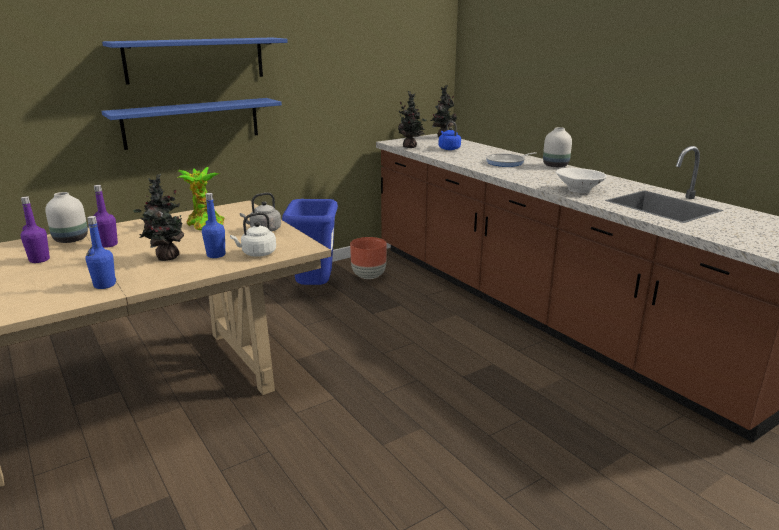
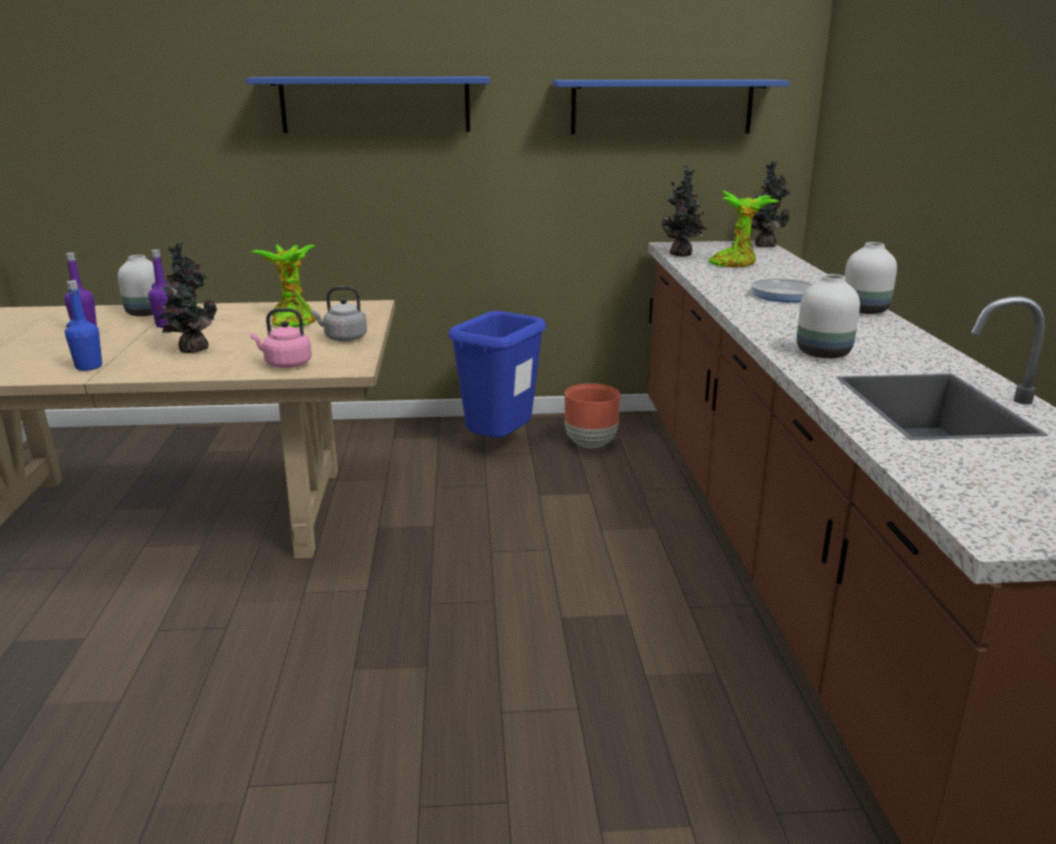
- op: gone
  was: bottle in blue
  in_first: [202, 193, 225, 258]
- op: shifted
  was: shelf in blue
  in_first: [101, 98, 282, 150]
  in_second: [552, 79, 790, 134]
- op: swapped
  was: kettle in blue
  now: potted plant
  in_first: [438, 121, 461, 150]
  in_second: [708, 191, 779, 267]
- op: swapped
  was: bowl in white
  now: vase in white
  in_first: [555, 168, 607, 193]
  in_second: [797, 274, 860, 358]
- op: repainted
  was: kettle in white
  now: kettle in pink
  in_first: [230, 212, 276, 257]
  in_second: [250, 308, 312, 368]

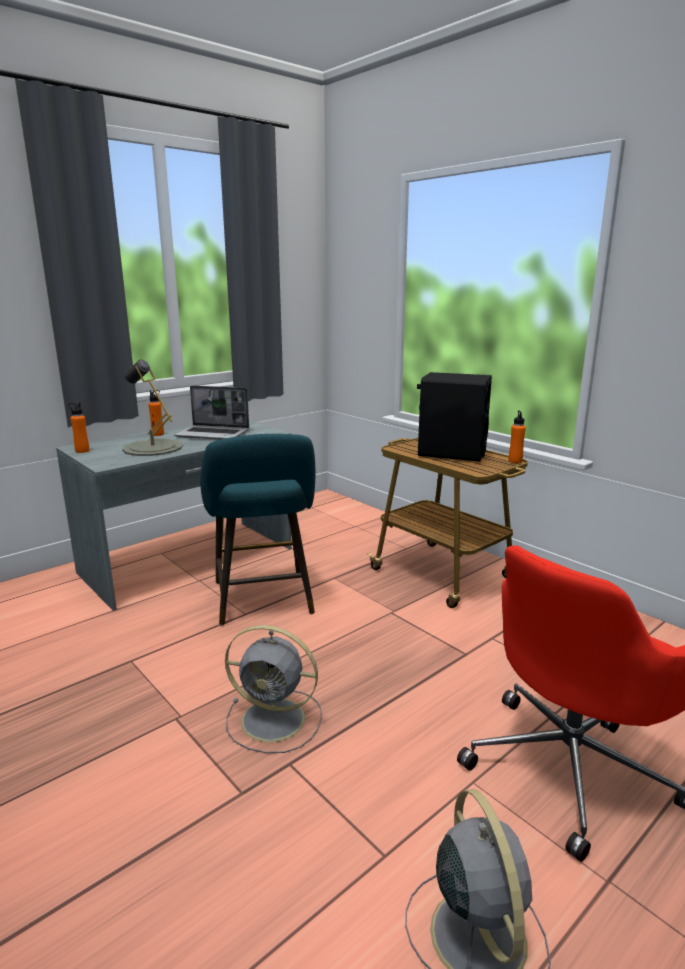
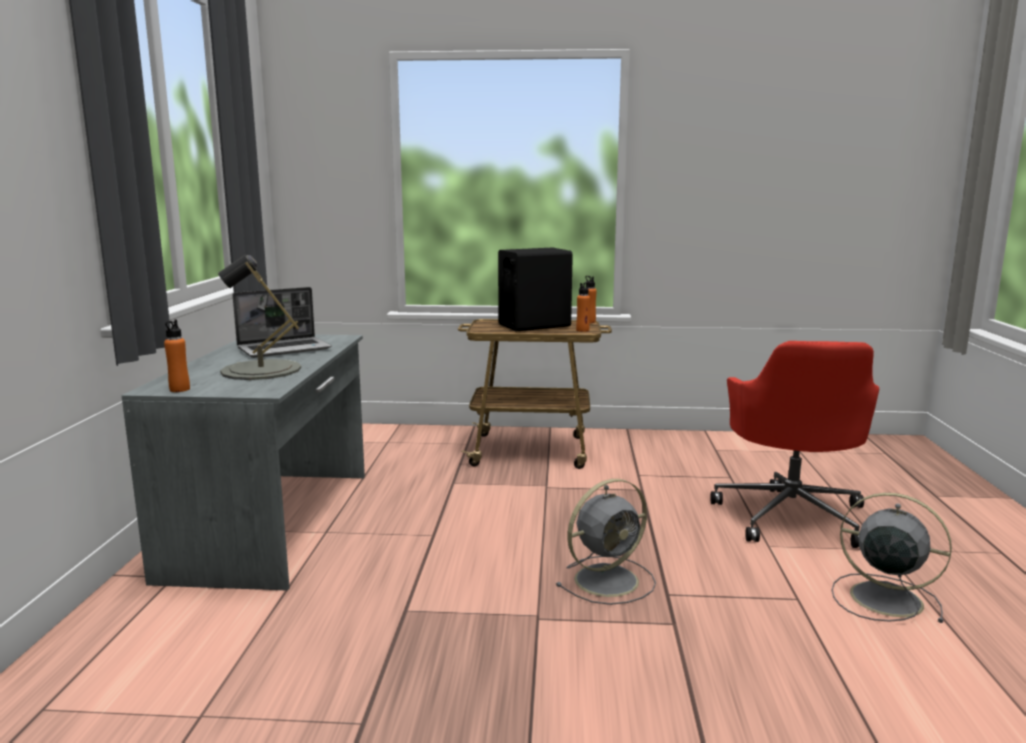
- op: gone
  was: stool in turquoise
  in_first: [200, 434, 316, 625]
- op: shifted
  was: bottle in orange
  in_first: [148, 390, 164, 436]
  in_second: [576, 282, 590, 332]

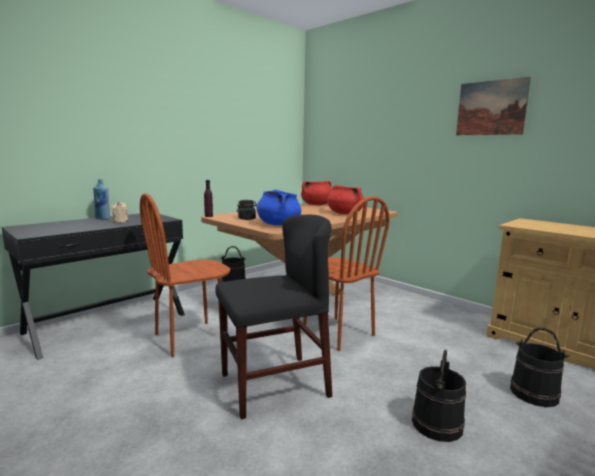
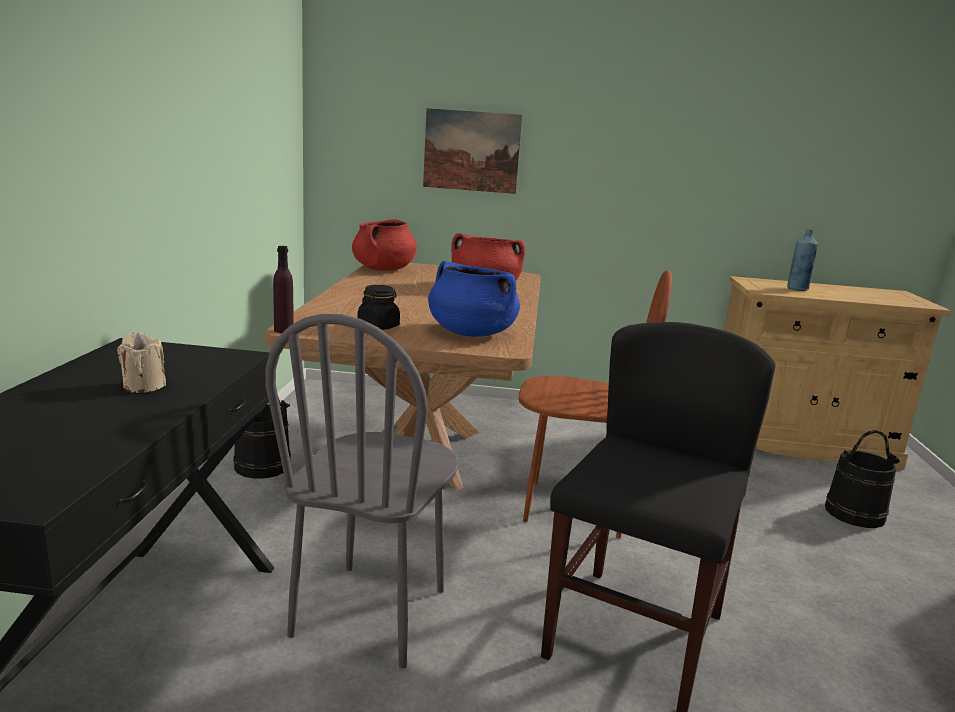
- op: gone
  was: bucket in black
  in_first: [412, 350, 466, 442]
- op: shifted
  was: bottle in blue
  in_first: [93, 179, 110, 220]
  in_second: [787, 230, 818, 291]
- op: shifted
  was: picture
  in_first: [456, 77, 531, 135]
  in_second: [423, 108, 522, 194]
- op: repainted
  was: chair in brown
  now: chair in grey
  in_first: [140, 193, 230, 357]
  in_second: [265, 314, 458, 669]

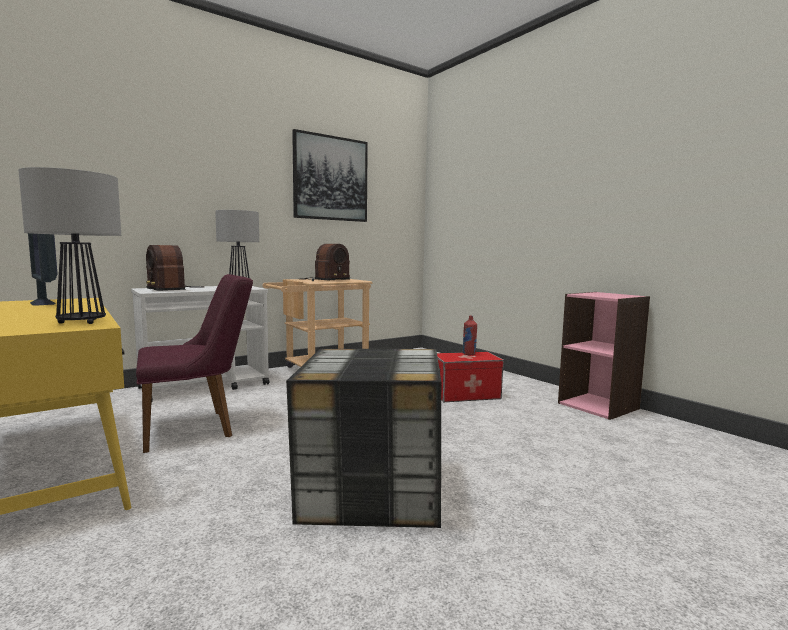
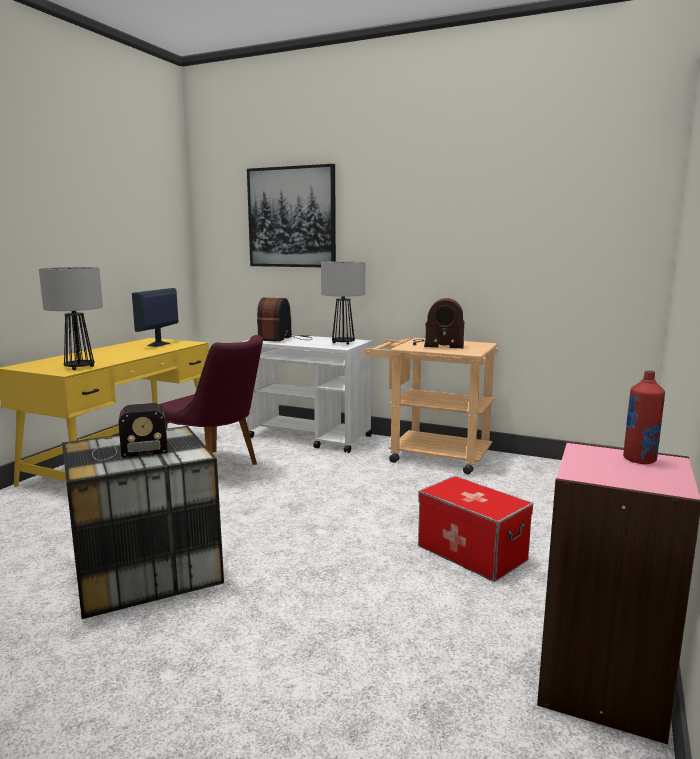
- op: new
  now: radio
  in_second: [92, 403, 168, 461]
- op: shifted
  was: picture
  in_first: [292, 129, 368, 222]
  in_second: [247, 164, 336, 267]
- op: shifted
  was: bottle in red
  in_first: [462, 316, 477, 356]
  in_second: [623, 371, 665, 464]

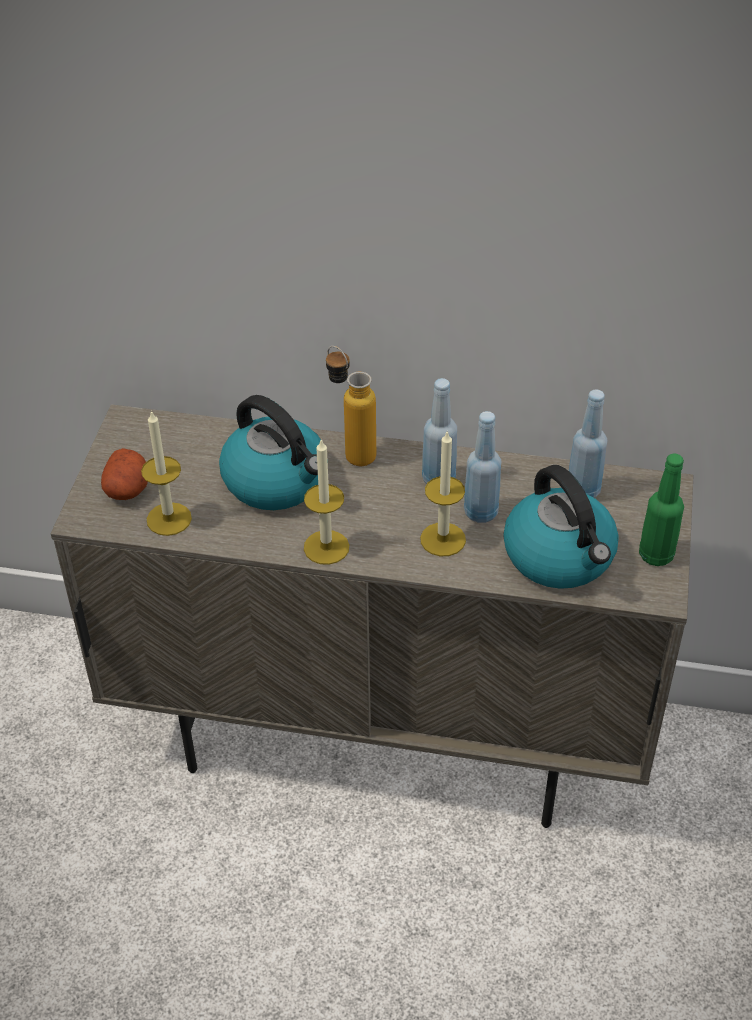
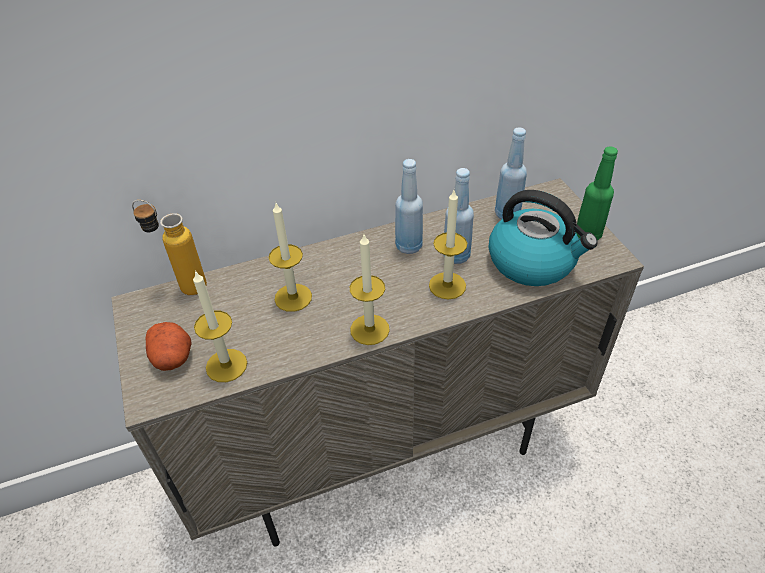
- op: shifted
  was: bottle
  in_first: [326, 346, 376, 466]
  in_second: [132, 200, 207, 295]
- op: swapped
  was: kettle
  now: candle
  in_first: [219, 395, 328, 510]
  in_second: [269, 201, 312, 312]

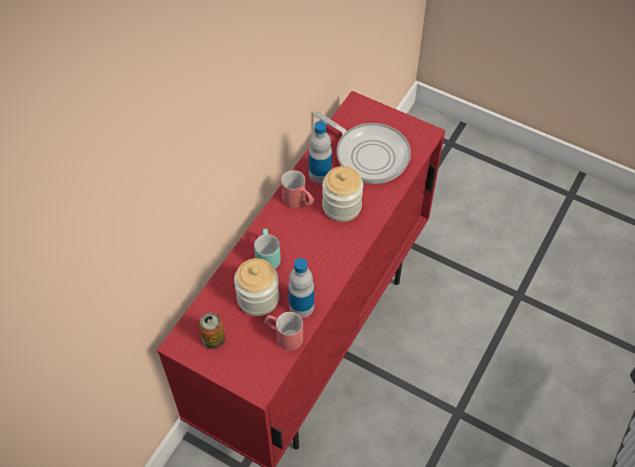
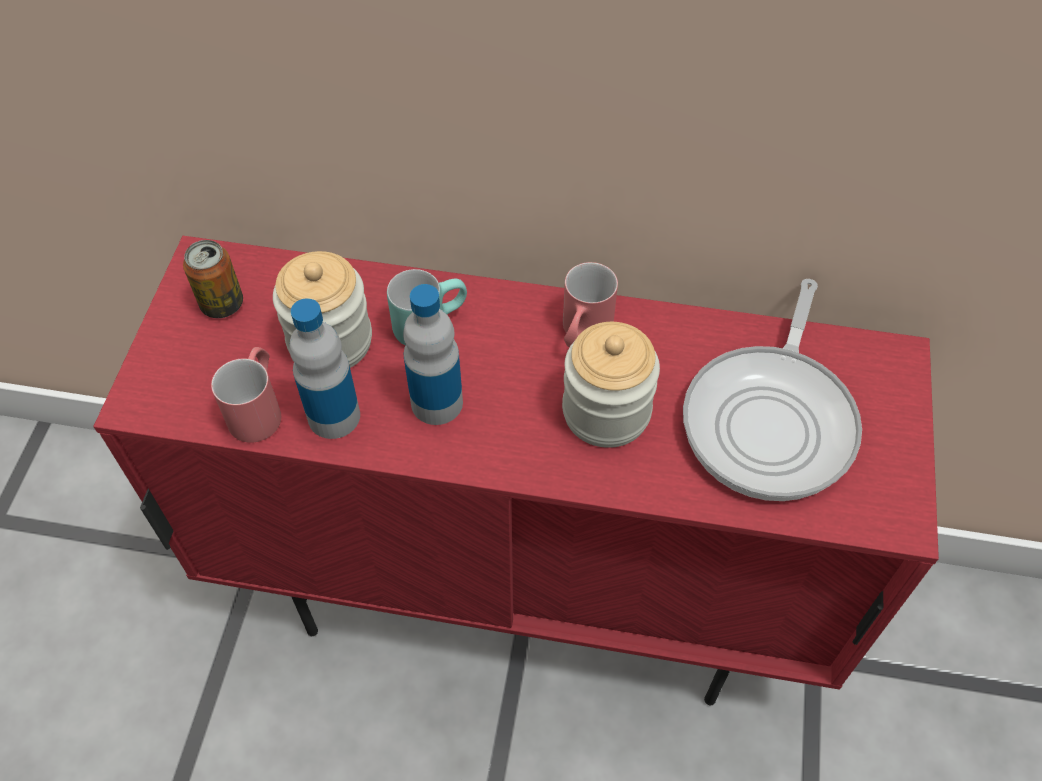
- op: shifted
  was: bottle
  in_first: [309, 121, 332, 183]
  in_second: [403, 284, 463, 425]

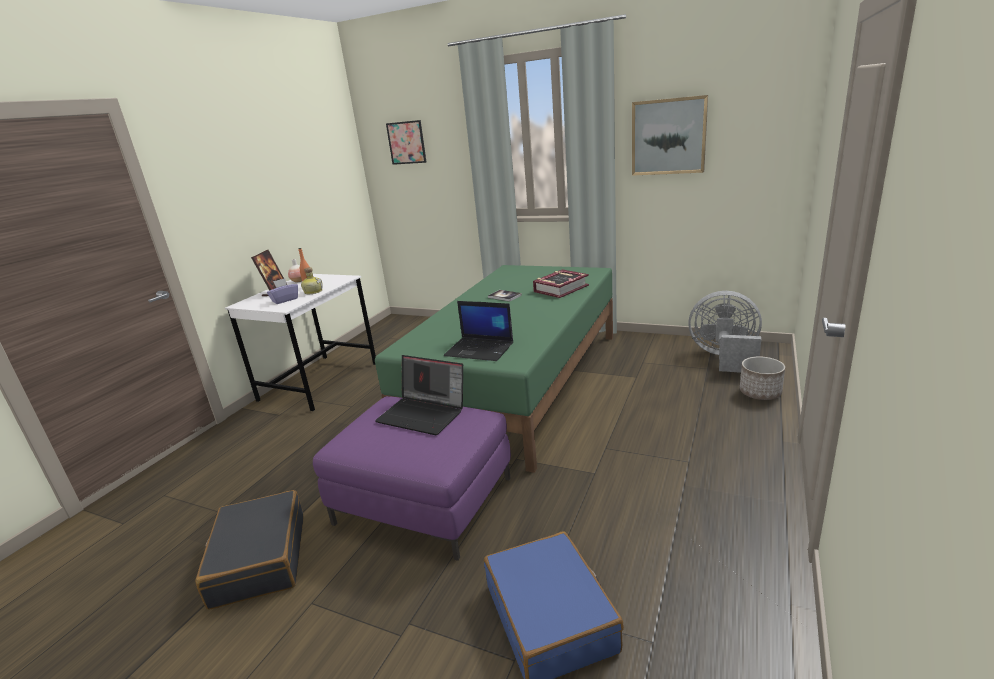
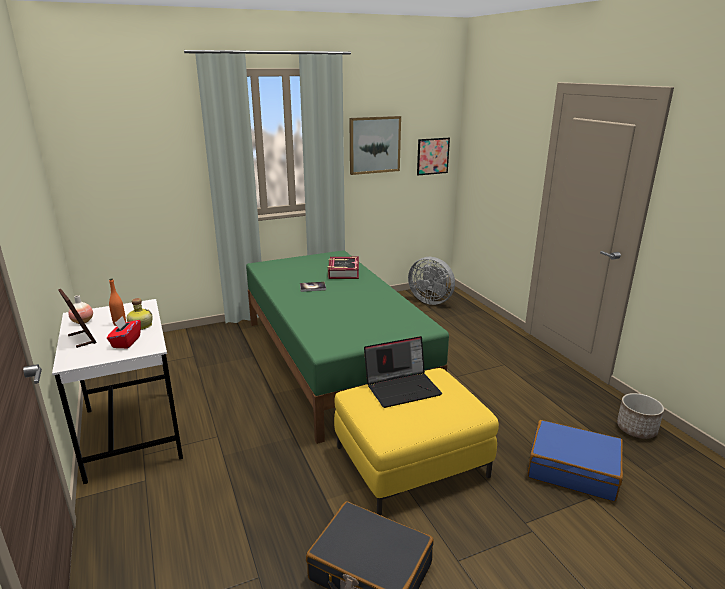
- op: gone
  was: laptop
  in_first: [444, 301, 513, 361]
- op: shifted
  was: picture
  in_first: [386, 120, 426, 165]
  in_second: [417, 138, 450, 175]
- op: shifted
  was: planter
  in_first: [740, 357, 785, 400]
  in_second: [617, 393, 664, 439]
- op: repainted
  was: tissue box in purple
  now: tissue box in red
  in_first: [267, 278, 298, 304]
  in_second: [107, 316, 141, 348]
- op: repainted
  was: ottoman in purple
  now: ottoman in yellow
  in_first: [313, 396, 511, 561]
  in_second: [334, 368, 499, 515]
- op: rotated
  was: fan in grey
  in_first: [688, 291, 762, 373]
  in_second: [408, 257, 455, 305]
  clockwise: -120

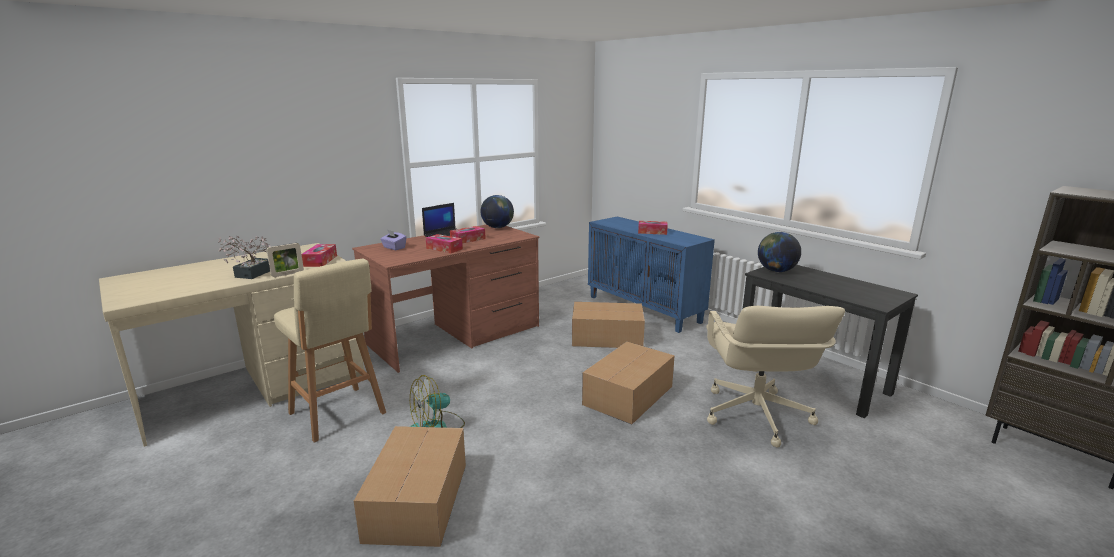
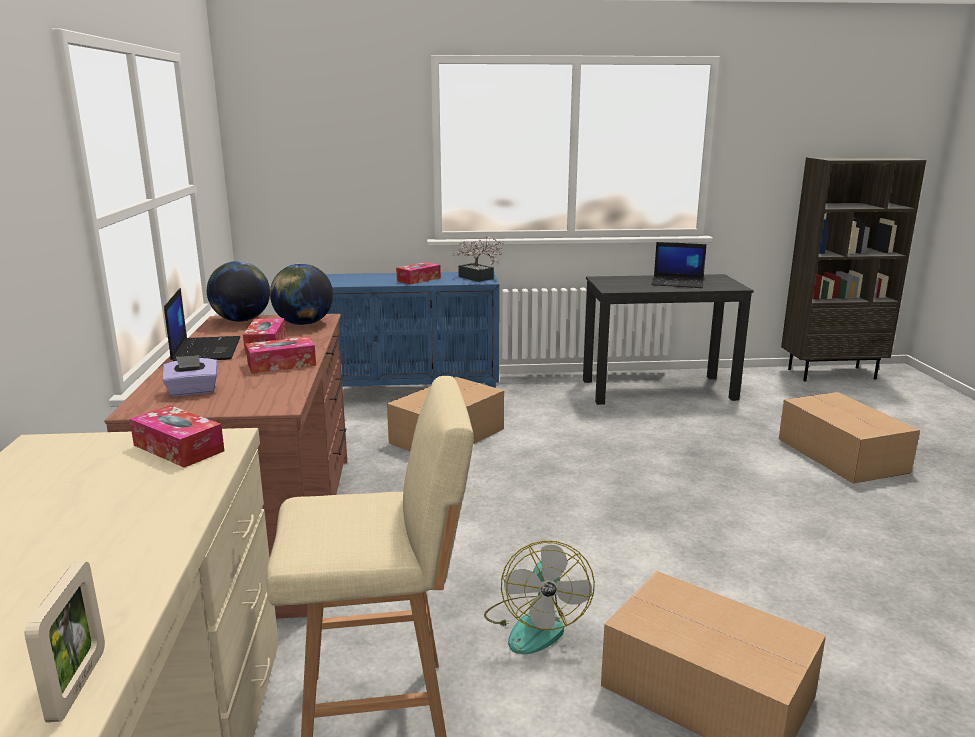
- op: gone
  was: office chair in beige
  in_first: [706, 306, 845, 447]
- op: new
  now: laptop
  in_second: [651, 242, 707, 288]
- op: shifted
  was: potted plant
  in_first: [218, 236, 271, 279]
  in_second: [452, 236, 504, 282]
- op: shifted
  was: picture frame
  in_first: [267, 243, 304, 277]
  in_second: [25, 562, 105, 722]
- op: shifted
  was: cardboard box
  in_first: [582, 342, 675, 424]
  in_second: [779, 392, 920, 484]
- op: shifted
  was: globe
  in_first: [758, 232, 801, 272]
  in_second: [270, 264, 333, 325]

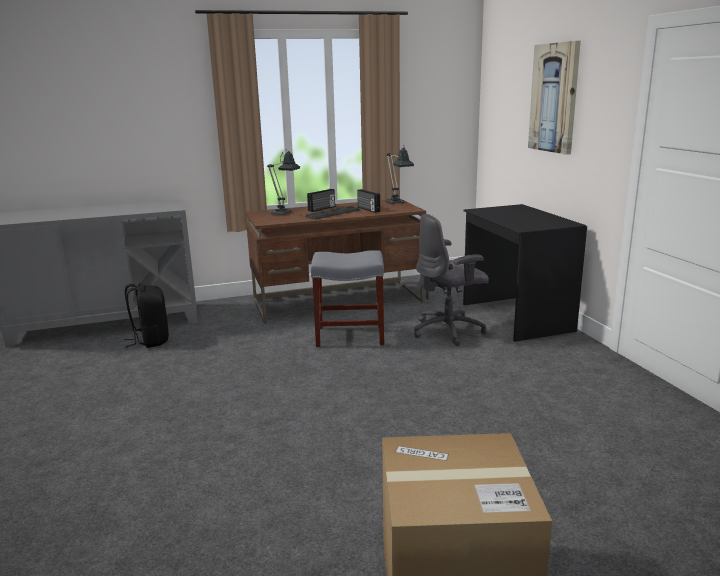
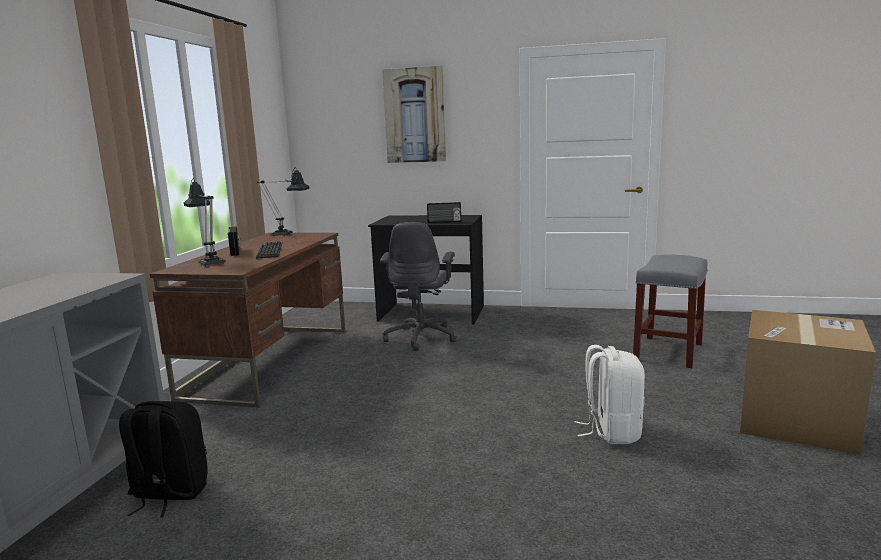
- op: new
  now: backpack in white
  in_second: [574, 345, 645, 444]
- op: shifted
  was: stool in grey
  in_first: [311, 250, 384, 347]
  in_second: [633, 254, 708, 368]
- op: shifted
  was: radio
  in_first: [357, 189, 380, 213]
  in_second: [427, 202, 461, 223]

